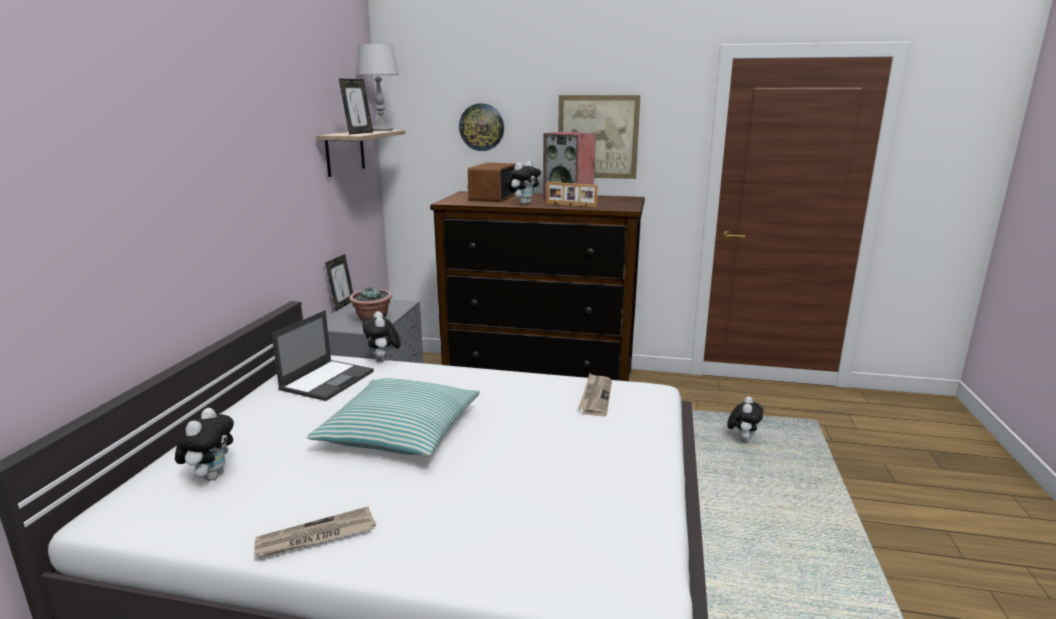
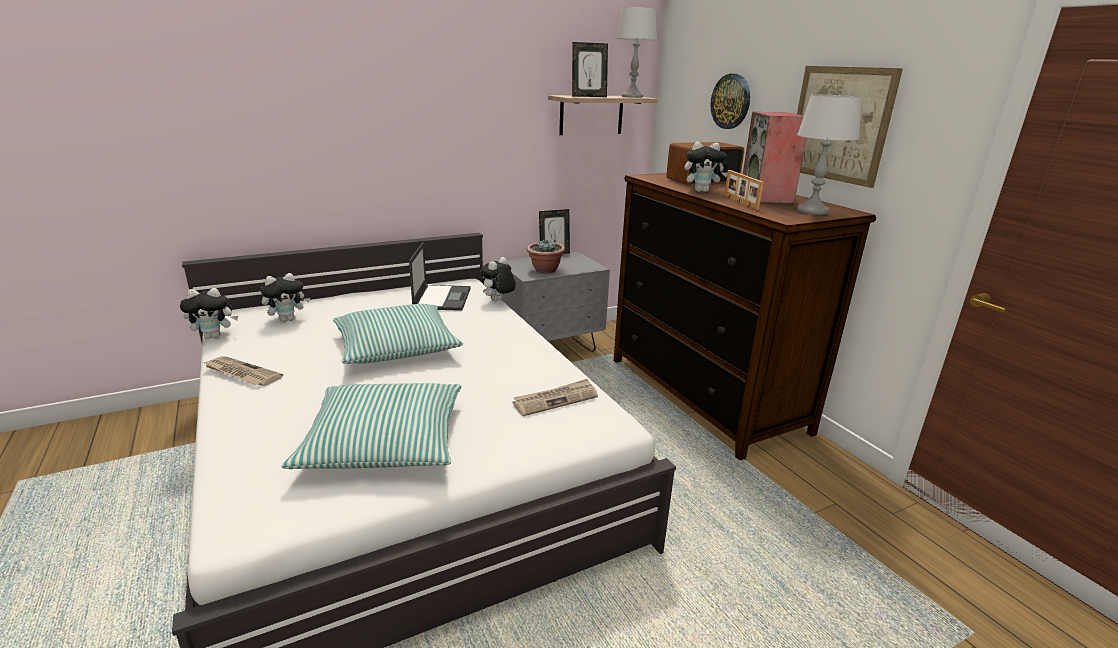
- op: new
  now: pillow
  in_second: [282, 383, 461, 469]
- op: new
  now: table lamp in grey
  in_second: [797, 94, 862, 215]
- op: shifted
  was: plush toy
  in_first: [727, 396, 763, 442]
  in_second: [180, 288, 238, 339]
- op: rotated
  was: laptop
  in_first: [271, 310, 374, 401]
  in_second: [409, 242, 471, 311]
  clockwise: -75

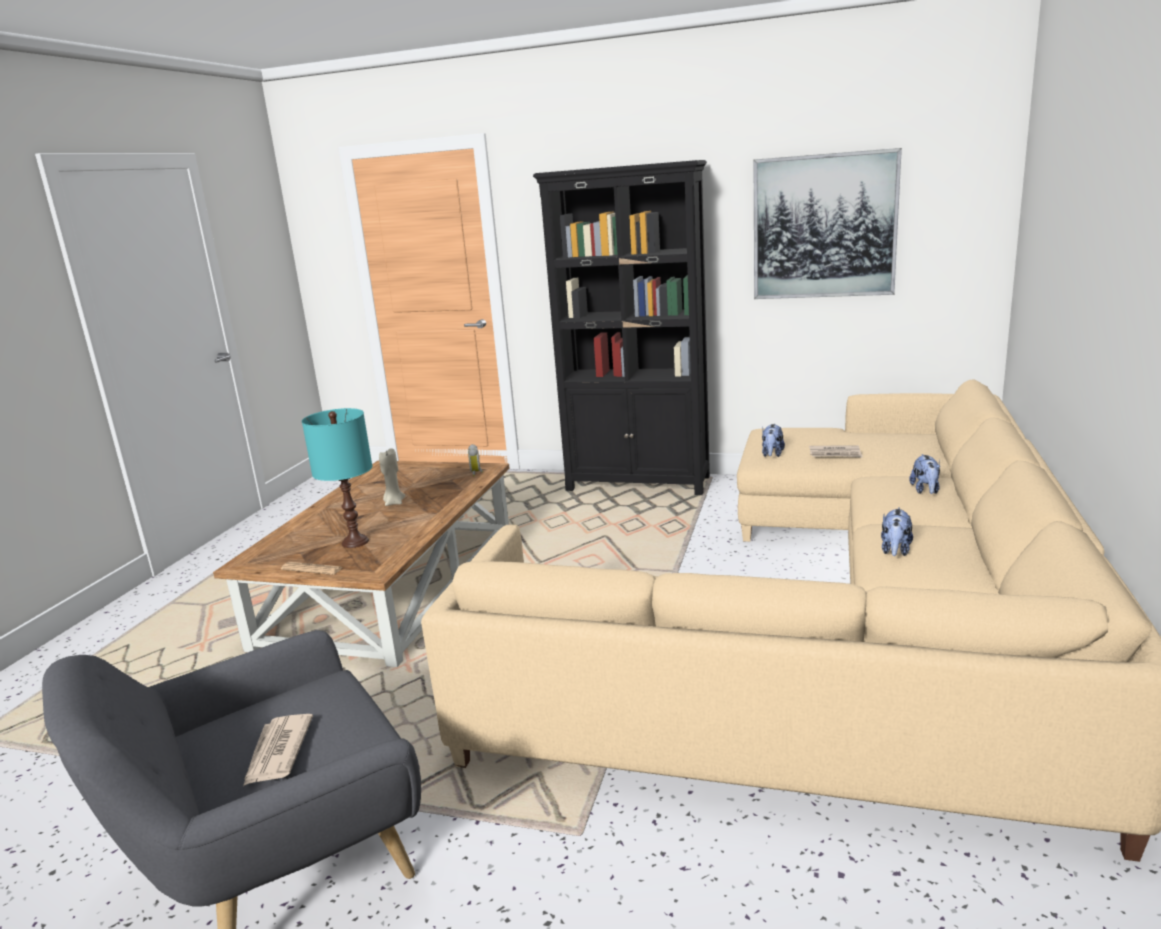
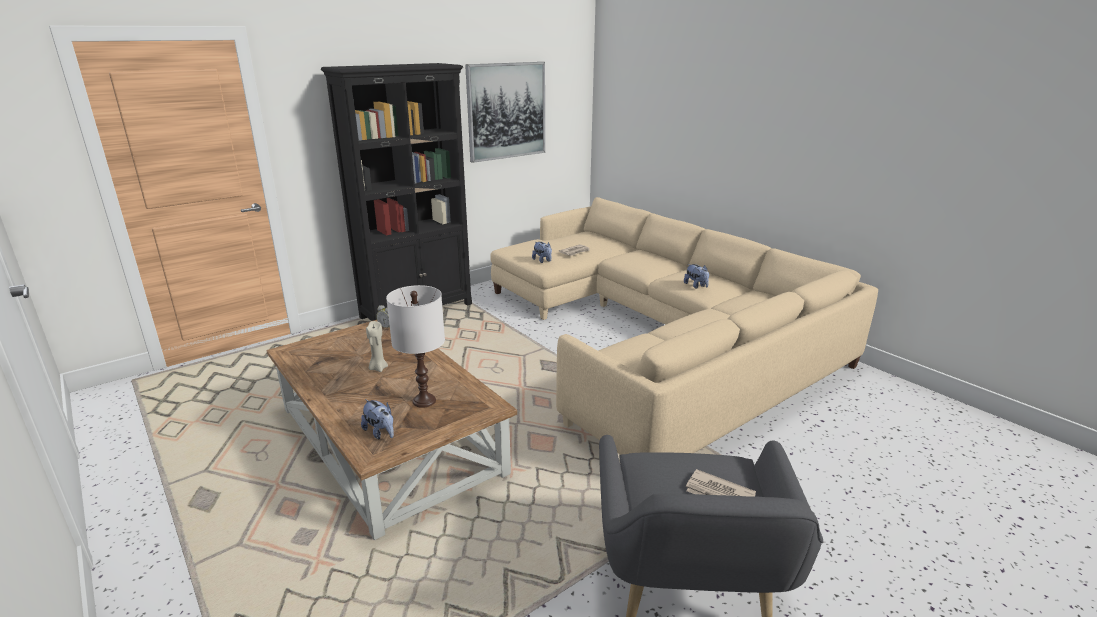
- op: gone
  was: newspaper
  in_first: [281, 562, 343, 575]
- op: shifted
  was: plush toy
  in_first: [909, 454, 940, 494]
  in_second: [361, 399, 394, 439]
- op: repainted
  was: table lamp in turquoise
  now: table lamp in white
  in_first: [302, 408, 372, 548]
  in_second: [386, 285, 445, 408]

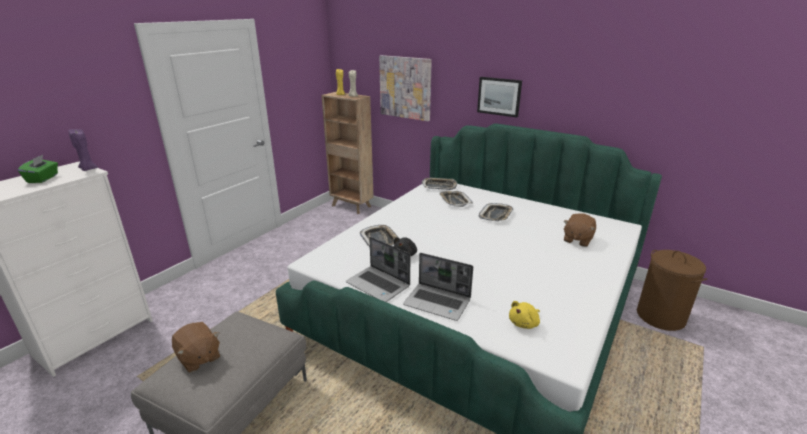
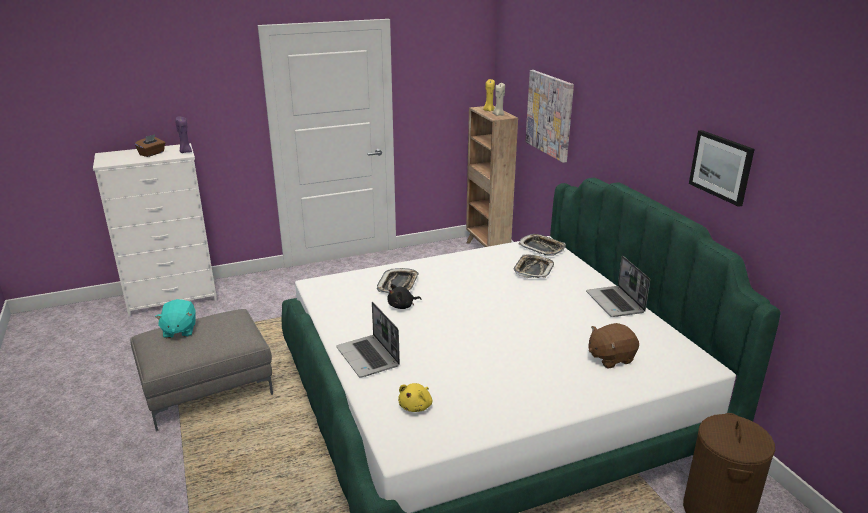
- op: gone
  was: tray
  in_first: [479, 203, 514, 221]
- op: shifted
  was: laptop
  in_first: [346, 237, 410, 302]
  in_second: [586, 256, 650, 317]
- op: shifted
  was: picture
  in_first: [477, 77, 522, 118]
  in_second: [689, 130, 755, 207]
- op: repainted
  was: tissue box in green
  now: tissue box in brown
  in_first: [18, 155, 58, 183]
  in_second: [135, 134, 165, 157]
- op: repainted
  was: plush toy in brown
  now: plush toy in turquoise
  in_first: [172, 322, 220, 373]
  in_second: [155, 299, 196, 338]
- op: rotated
  was: plush toy in yellow
  in_first: [509, 301, 540, 329]
  in_second: [398, 383, 432, 412]
  clockwise: -60

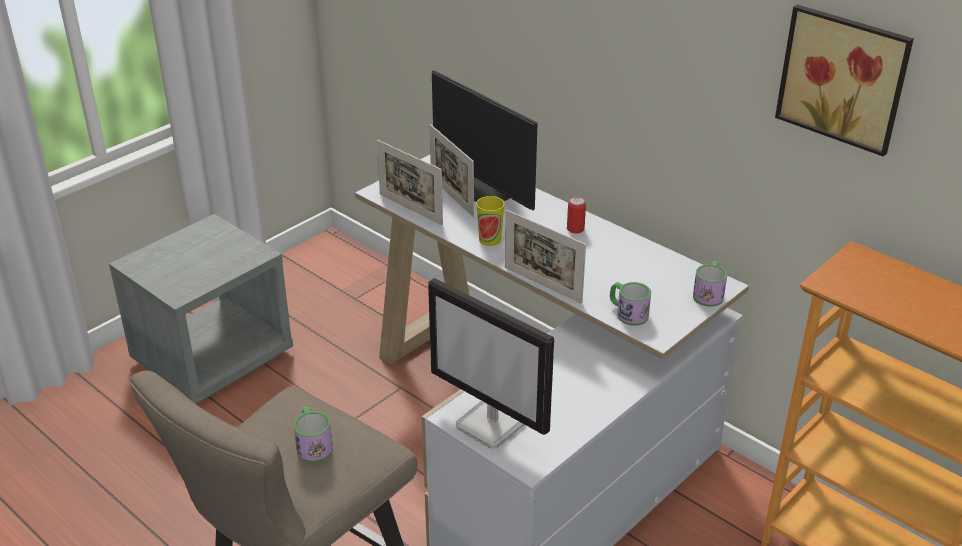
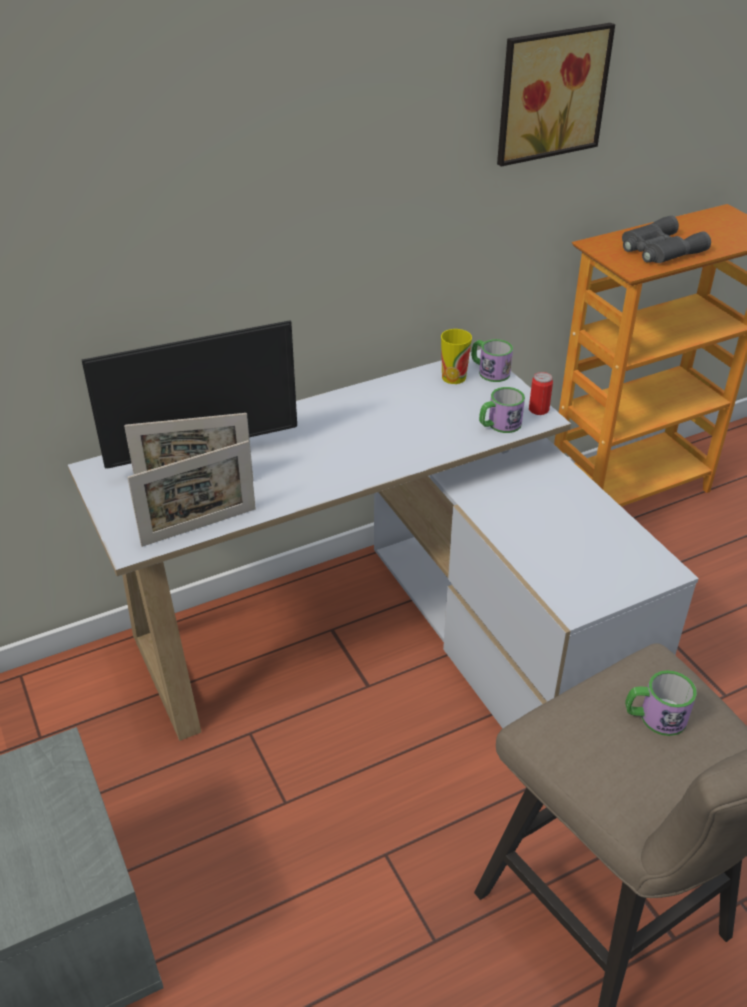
- op: gone
  was: monitor
  in_first: [428, 278, 554, 449]
- op: gone
  was: picture frame
  in_first: [505, 210, 586, 304]
- op: new
  now: binoculars in grey
  in_second: [622, 215, 711, 263]
- op: shifted
  was: cup
  in_first: [476, 196, 504, 246]
  in_second: [441, 329, 472, 384]
- op: shifted
  was: can
  in_first: [567, 196, 586, 234]
  in_second: [529, 372, 553, 415]

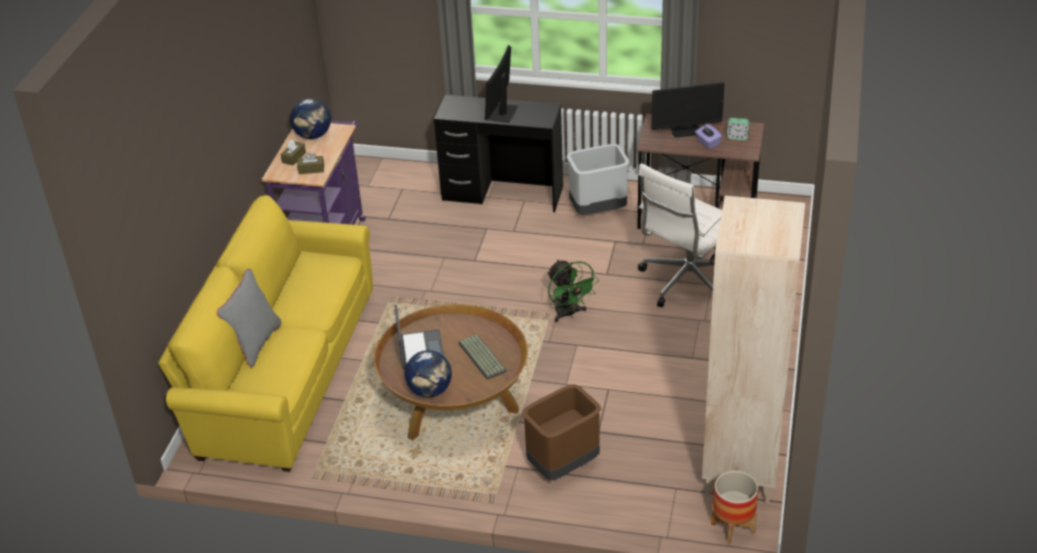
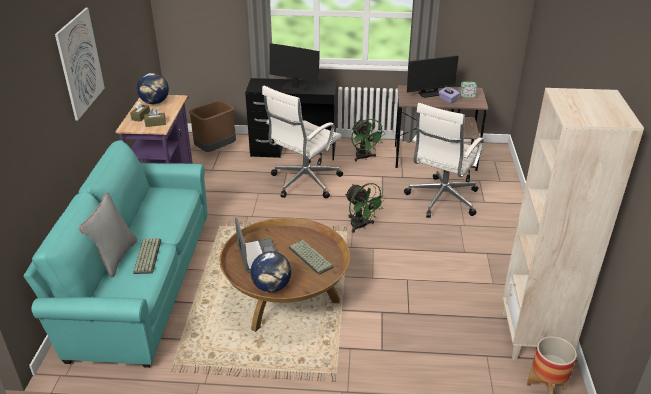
- op: new
  now: picture
  in_second: [55, 8, 105, 120]
- op: new
  now: keyboard
  in_second: [133, 238, 161, 274]
- op: new
  now: office chair in white
  in_second: [262, 86, 343, 198]
- op: shifted
  was: trash can in brown
  in_first: [522, 384, 601, 480]
  in_second: [189, 100, 236, 152]
- op: swapped
  was: trash can in grey
  now: fan in green
  in_first: [567, 144, 629, 215]
  in_second: [351, 119, 385, 161]
- op: repainted
  was: sofa in yellow
  now: sofa in turquoise
  in_first: [158, 195, 373, 472]
  in_second: [24, 140, 207, 368]
- op: rotated
  was: monitor
  in_first: [485, 45, 518, 123]
  in_second: [269, 43, 320, 93]
  clockwise: -75

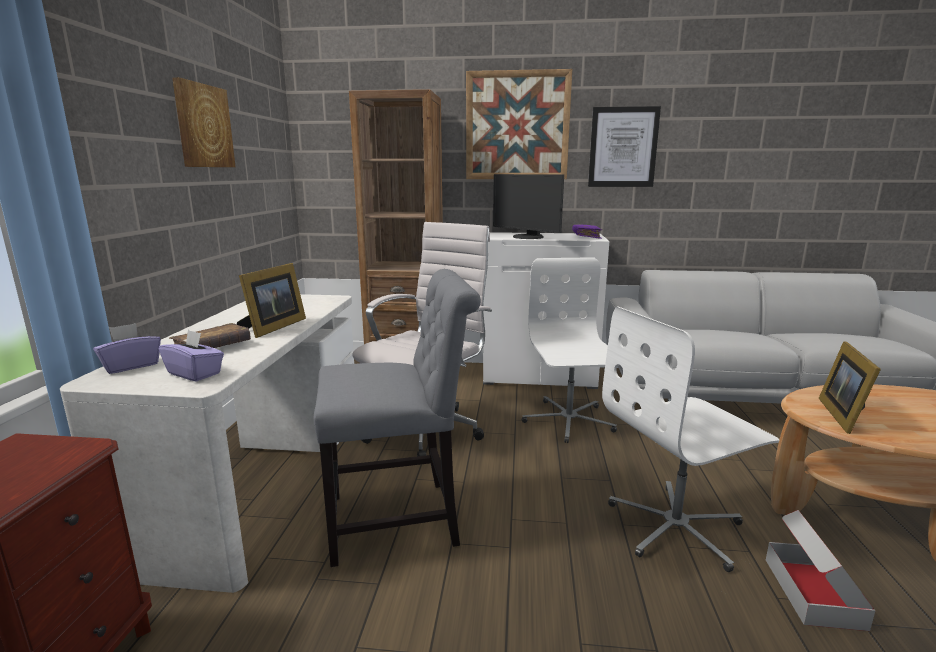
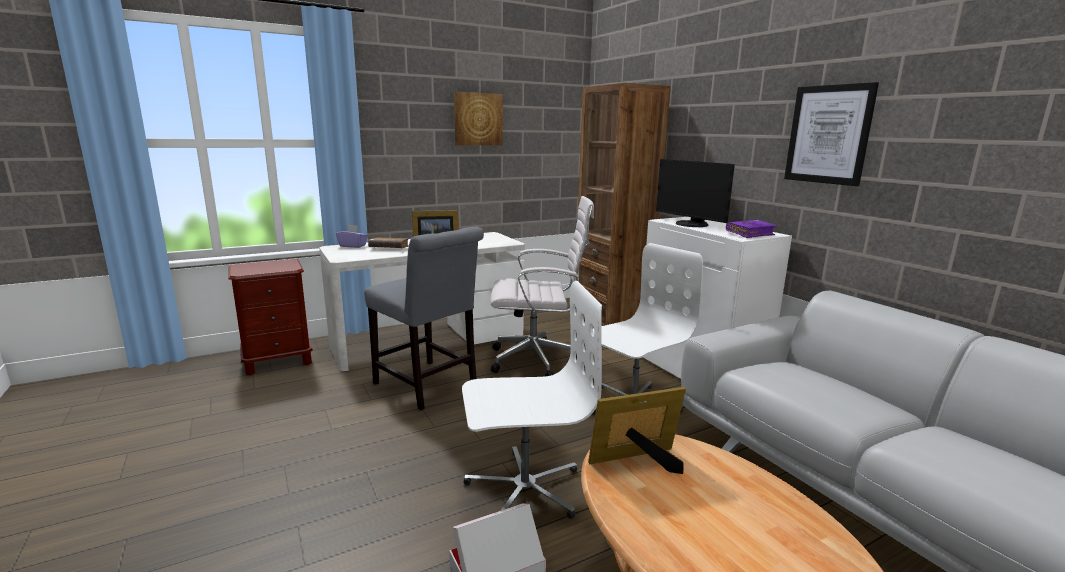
- op: gone
  was: tissue box in purple
  in_first: [159, 330, 224, 382]
- op: gone
  was: picture
  in_first: [466, 69, 572, 179]
- op: rotated
  was: monitor
  in_first: [493, 174, 564, 239]
  in_second: [656, 159, 735, 227]
  clockwise: -45
- op: rotated
  was: office chair in white
  in_first: [602, 307, 780, 572]
  in_second: [462, 281, 602, 519]
  clockwise: 135

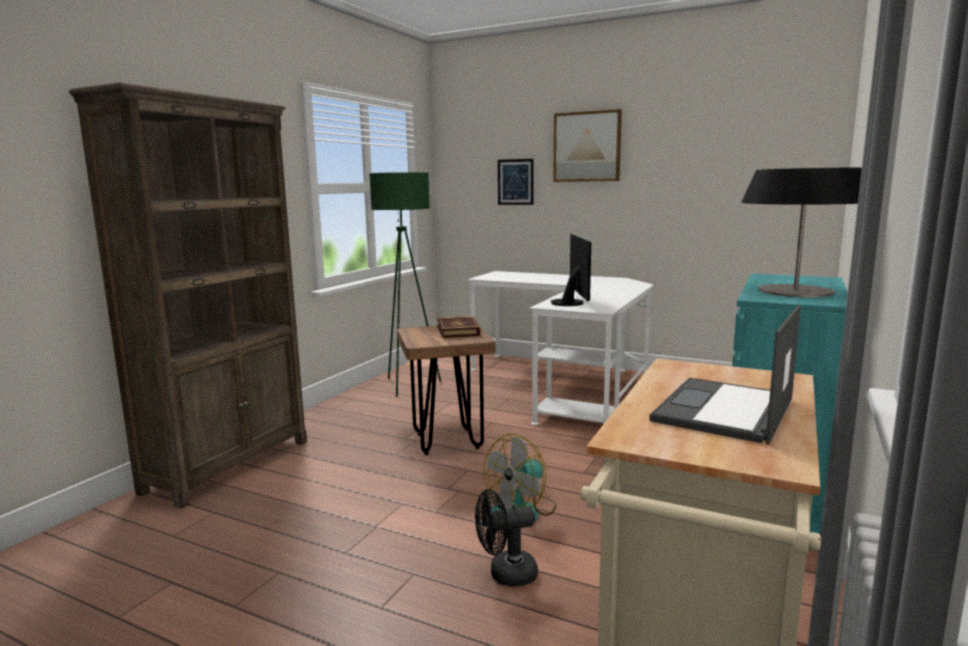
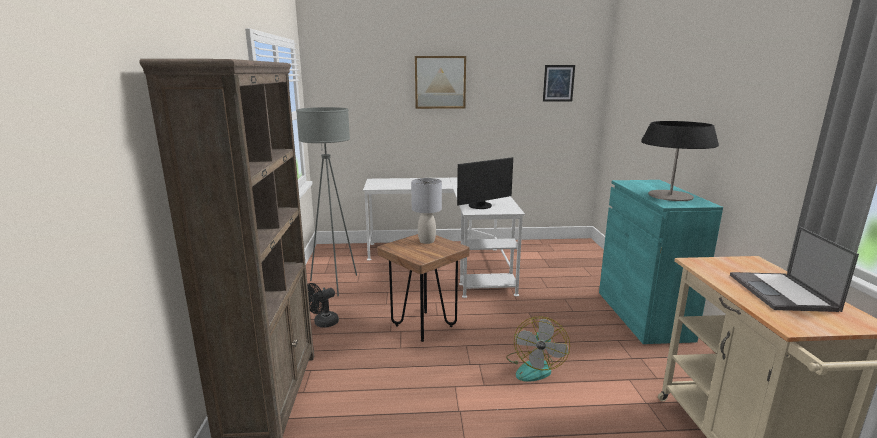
- op: shifted
  was: fan in black
  in_first: [475, 489, 538, 587]
  in_second: [307, 283, 339, 328]
- op: shifted
  was: picture
  in_first: [498, 159, 534, 205]
  in_second: [543, 65, 575, 101]
- op: swapped
  was: book
  now: table lamp in grey
  in_first: [437, 316, 481, 338]
  in_second: [411, 178, 442, 244]
- op: repainted
  was: floor lamp in green
  now: floor lamp in grey
  in_first: [369, 172, 441, 397]
  in_second: [296, 107, 357, 296]
- op: rotated
  was: monitor
  in_first: [551, 234, 591, 306]
  in_second: [457, 157, 513, 209]
  clockwise: 90

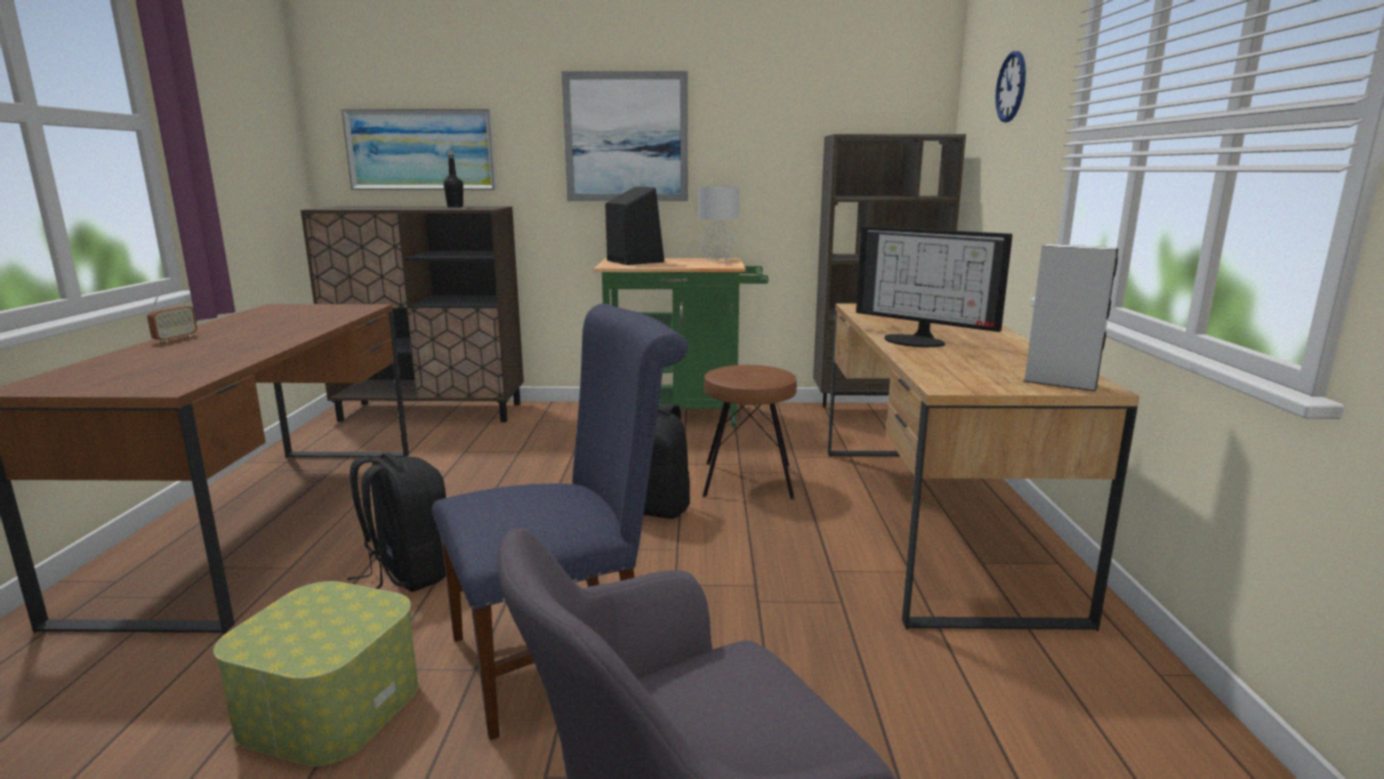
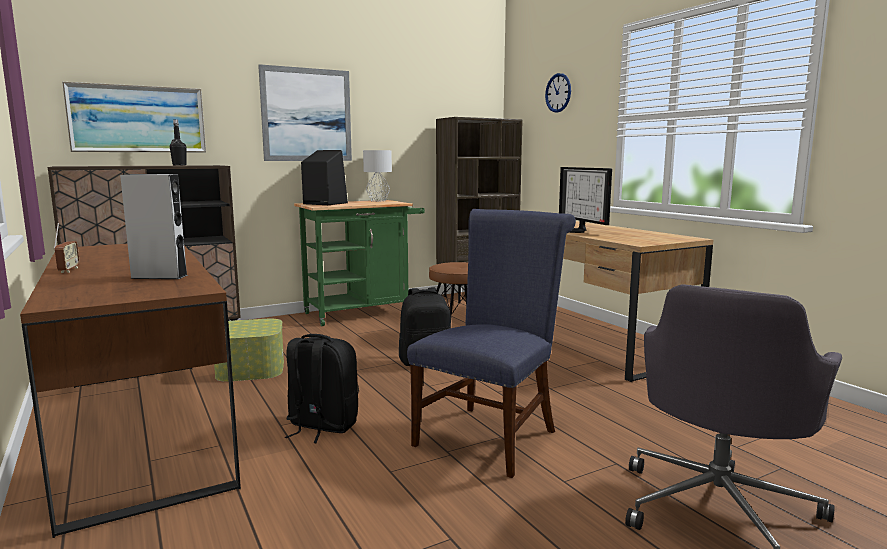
- op: shifted
  was: storage box
  in_first: [213, 581, 419, 767]
  in_second: [214, 319, 284, 382]
- op: shifted
  was: speaker in grey
  in_first: [1023, 244, 1118, 391]
  in_second: [120, 174, 188, 279]
- op: rotated
  was: monitor
  in_first: [856, 226, 1013, 347]
  in_second: [559, 167, 612, 233]
  clockwise: 60

